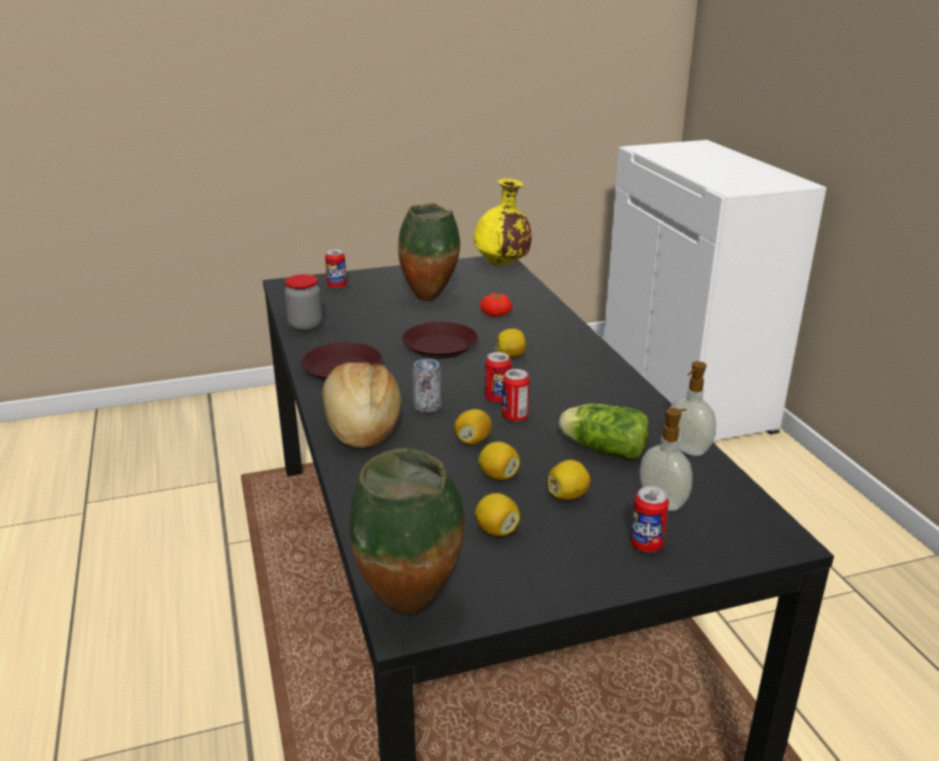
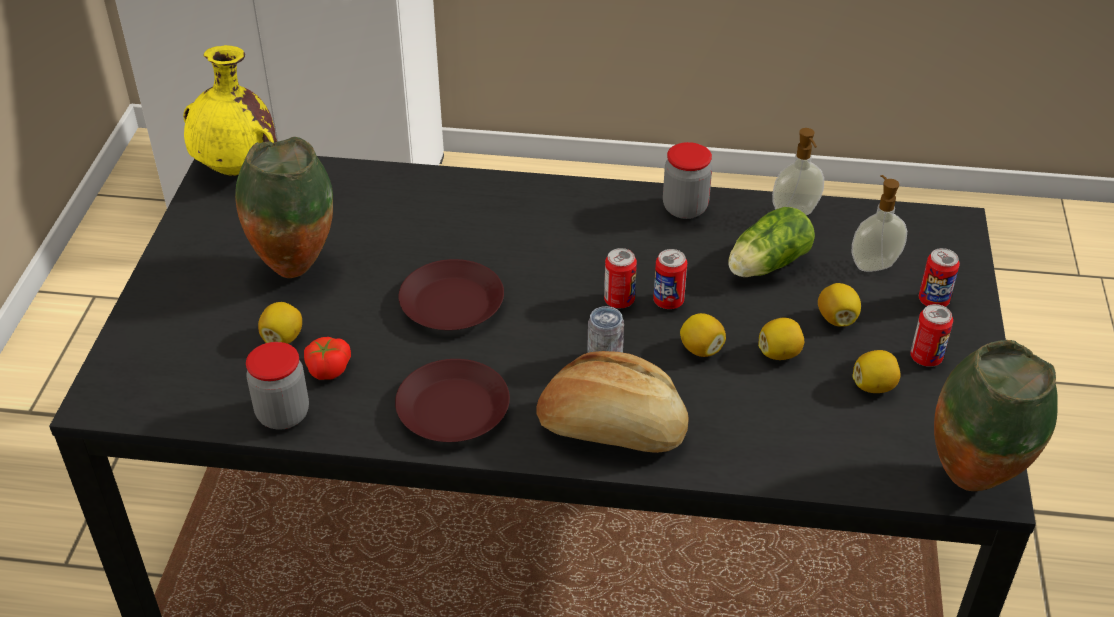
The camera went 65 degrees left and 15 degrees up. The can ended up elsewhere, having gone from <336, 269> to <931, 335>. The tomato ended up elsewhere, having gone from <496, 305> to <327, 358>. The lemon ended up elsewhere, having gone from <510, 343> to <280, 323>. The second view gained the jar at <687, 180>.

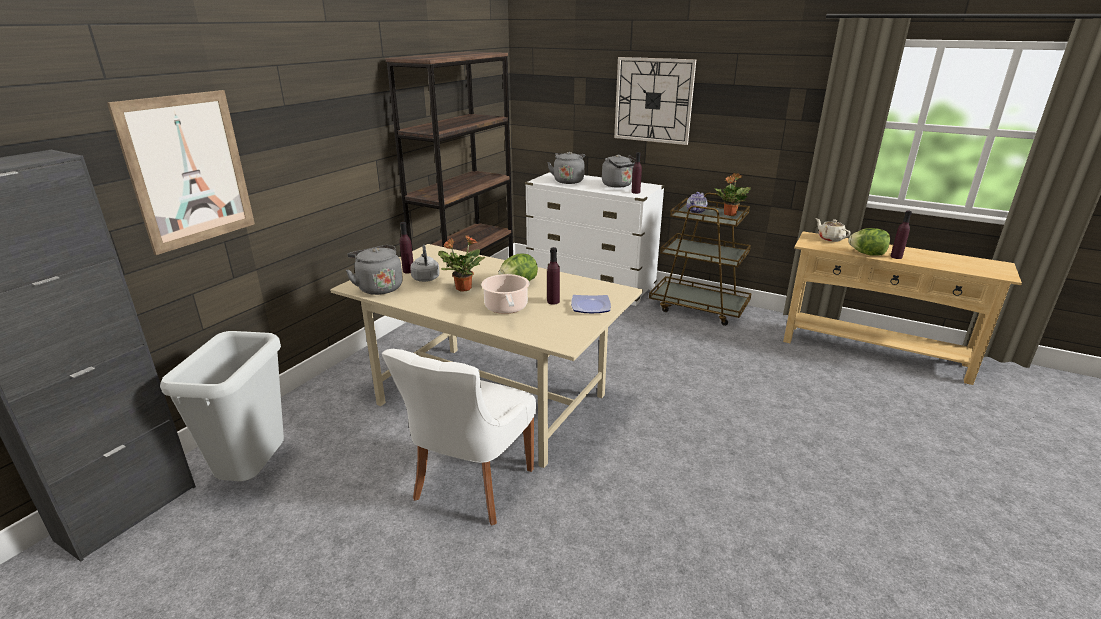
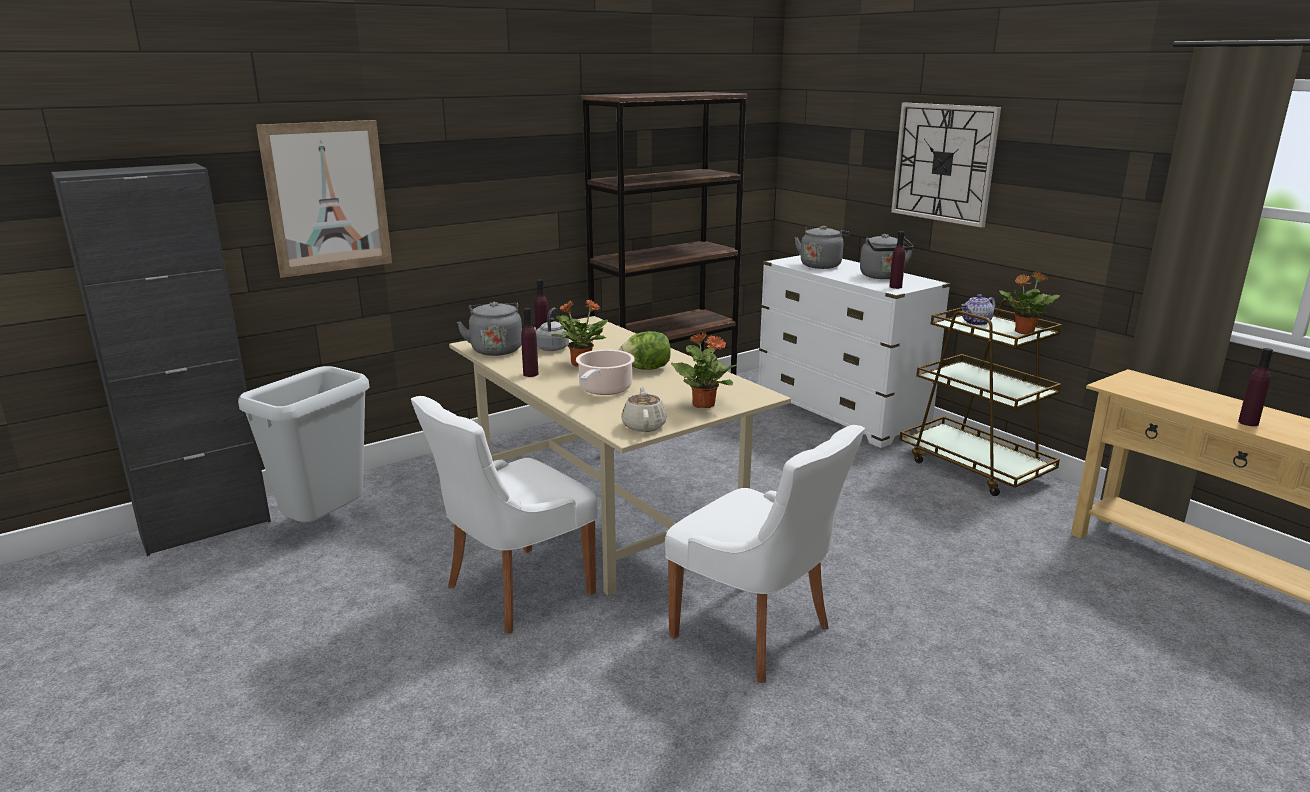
The camera went 25 degrees right and 5 degrees down. The bottle/purple ended up elsewhere, having gone from <553, 275> to <529, 342>. Where the plate stood at <591, 304>, the potted plant came to stand at <704, 370>. The teapot/beige ended up elsewhere, having gone from <833, 230> to <644, 409>. The second view lost the lettuce at <869, 242>. The second view gained the chair/white at <765, 554>.

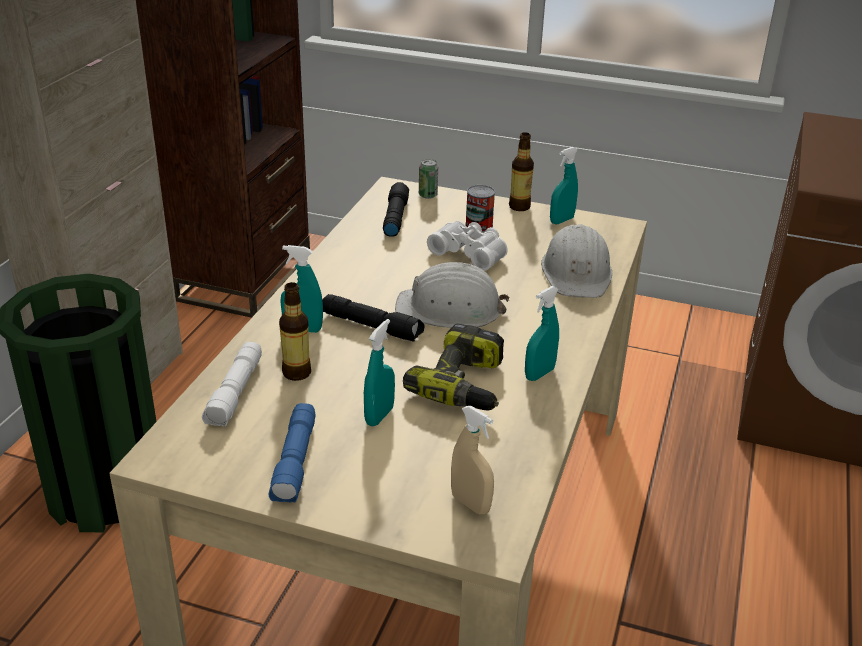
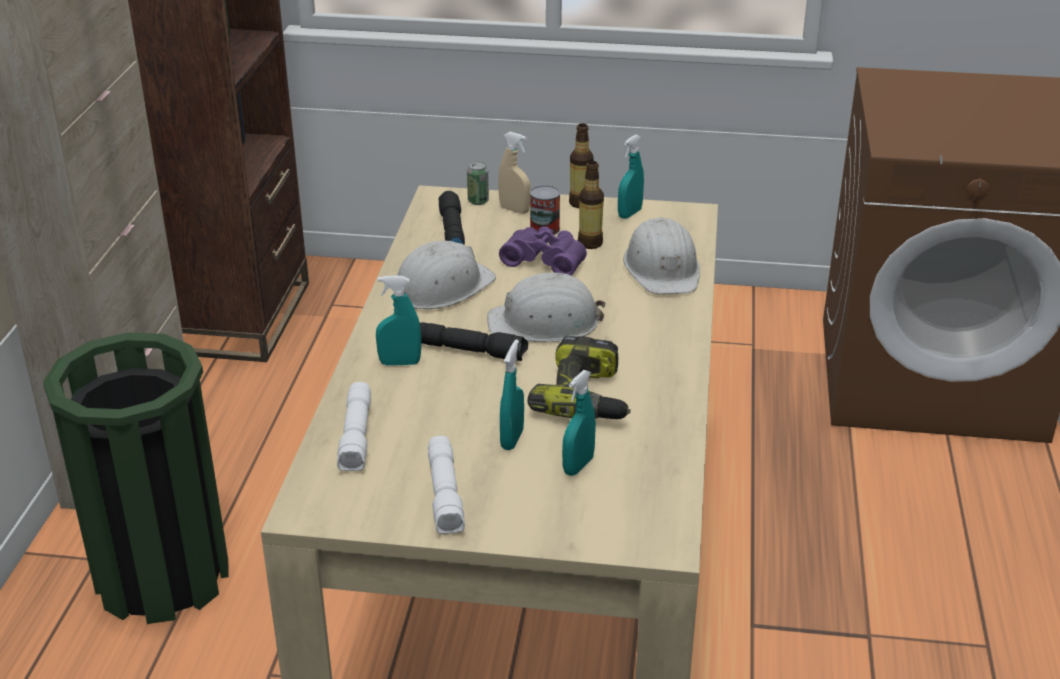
The camera went 10 degrees left and 0 degrees up. What was the flashlight/blue at <292, 452> turned into the flashlight/white at <446, 485>. The bottle ended up elsewhere, having gone from <295, 331> to <591, 205>. What was the binoculars/white at <467, 246> turned into the binoculars/purple at <543, 251>. The spray bottle/beige ended up elsewhere, having gone from <472, 460> to <514, 173>. The spray bottle/turquoise ended up elsewhere, having gone from <542, 333> to <579, 423>. The second view gained the hard hat/white at <444, 275>.

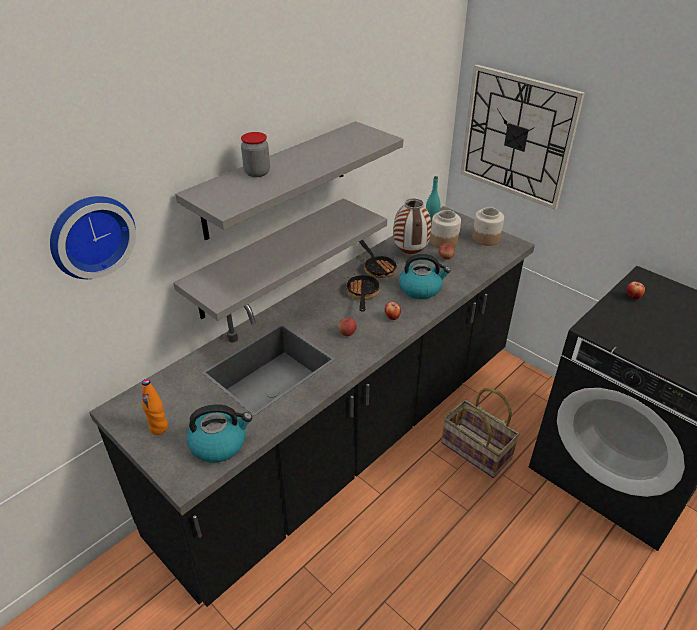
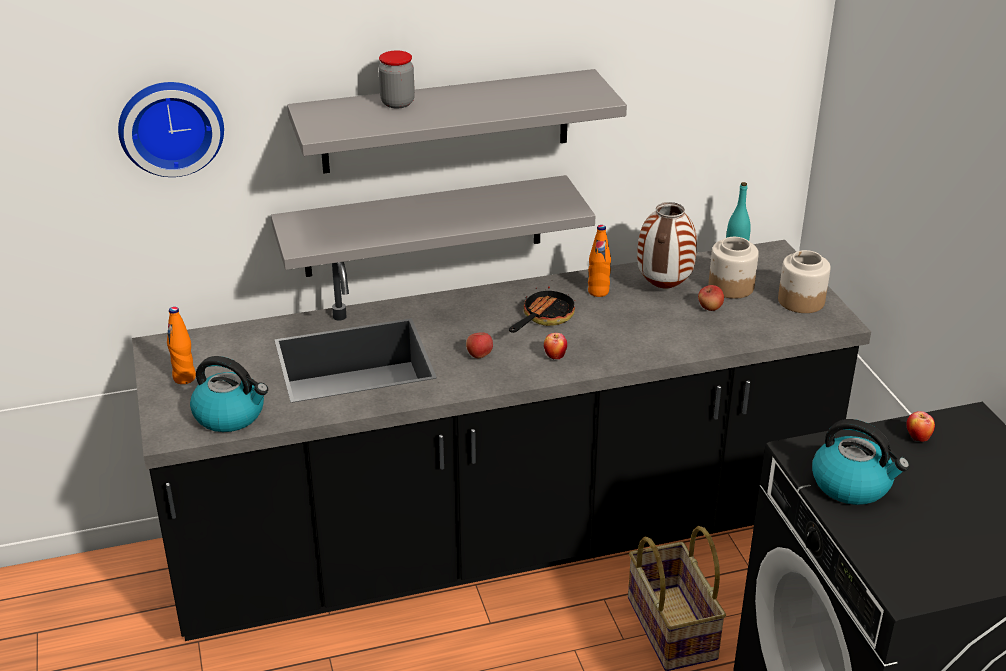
The camera went 30 degrees right and 5 degrees down. Where the frying pan stood at <378, 259>, the bottle/orange came to stand at <599, 261>. The kettle ended up elsewhere, having gone from <425, 276> to <861, 462>. The second view lost the wall clock at <522, 137>.

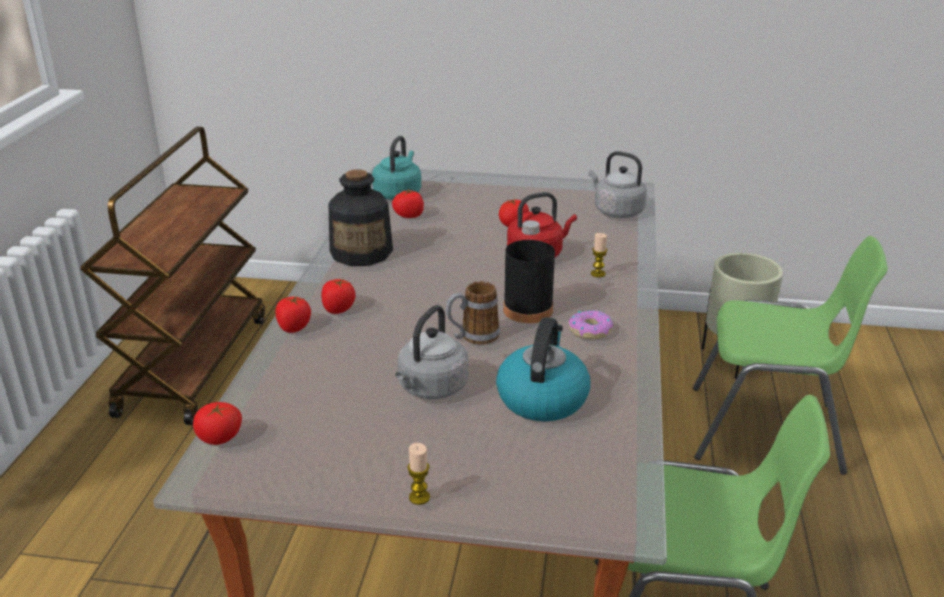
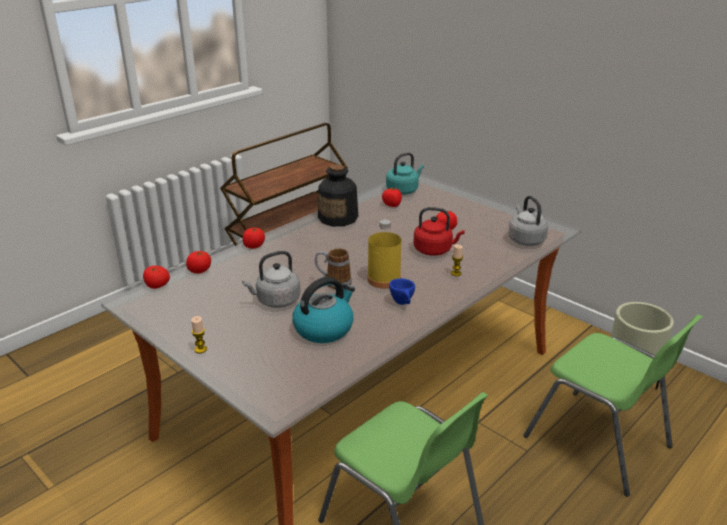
The camera went 35 degrees right and 0 degrees up. The tomato ended up elsewhere, having gone from <338, 296> to <198, 262>. What was the bottle/black at <529, 271> turned into the bottle/yellow at <384, 254>. Where the donut stood at <590, 325>, the cup/blue came to stand at <402, 291>.

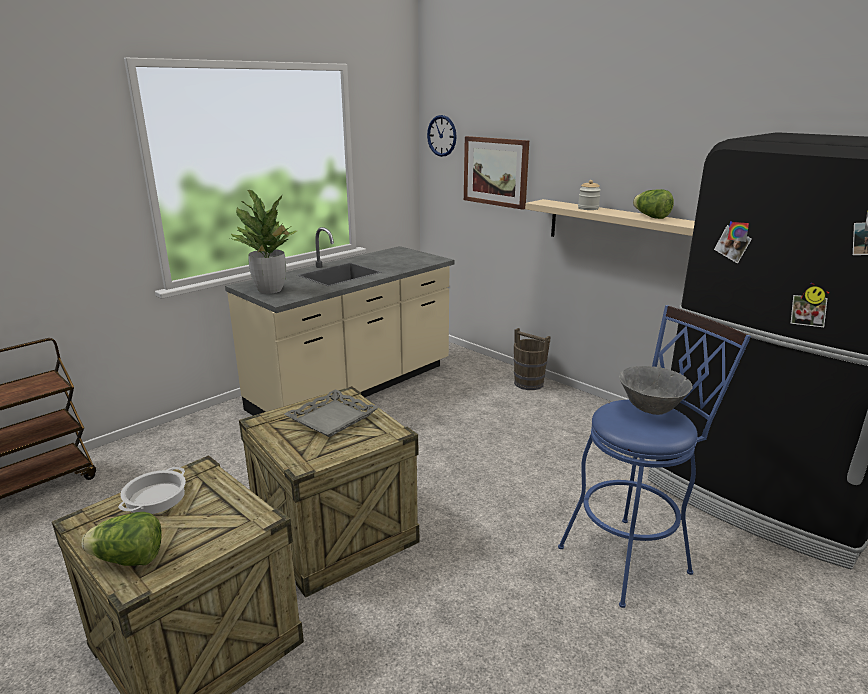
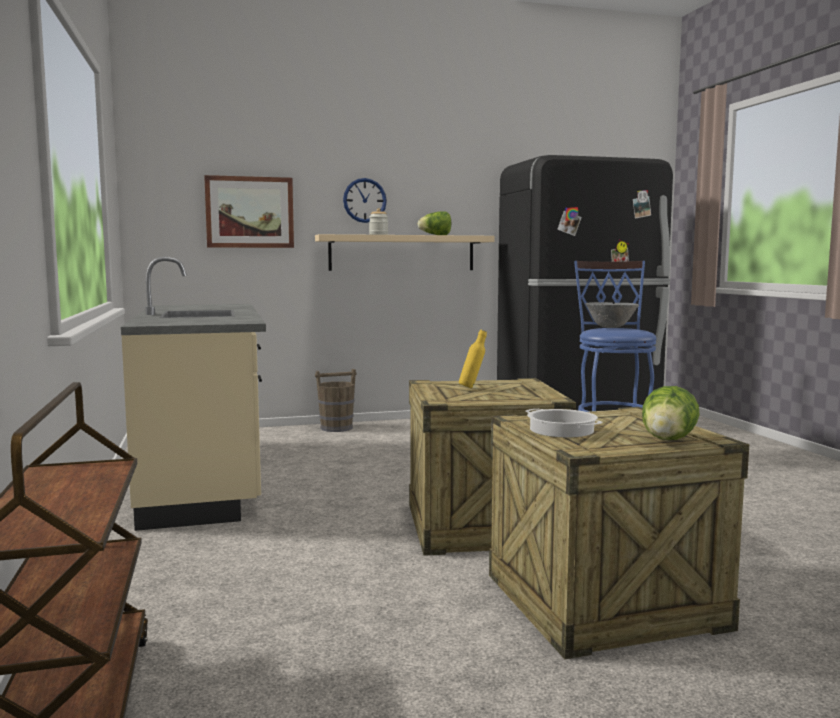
The camera went 60 degrees left and 15 degrees down. The second view lost the potted plant at <263, 242>. Where the tray/grey stood at <331, 413>, the bottle/yellow came to stand at <473, 359>. The wall clock ended up elsewhere, having gone from <442, 136> to <365, 200>.

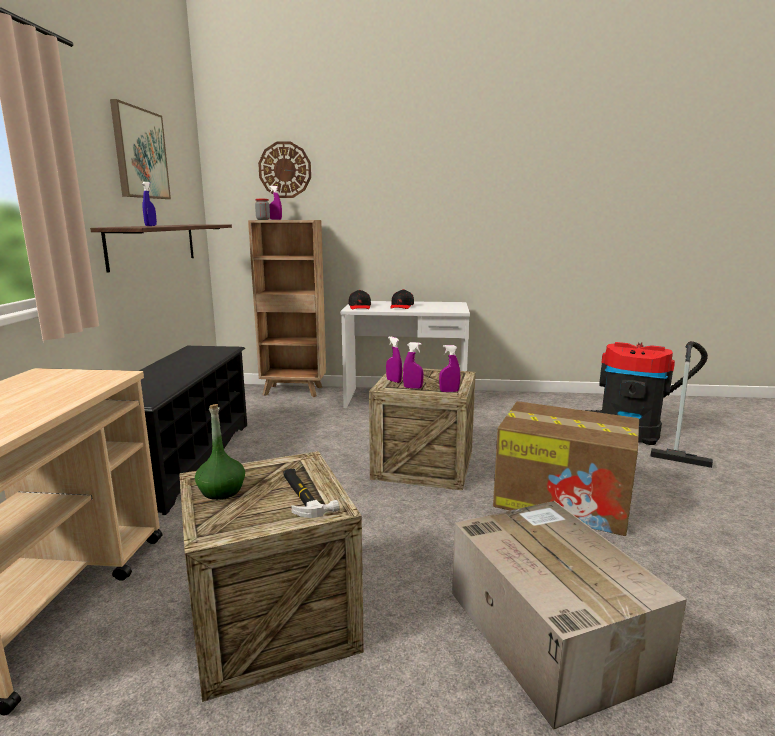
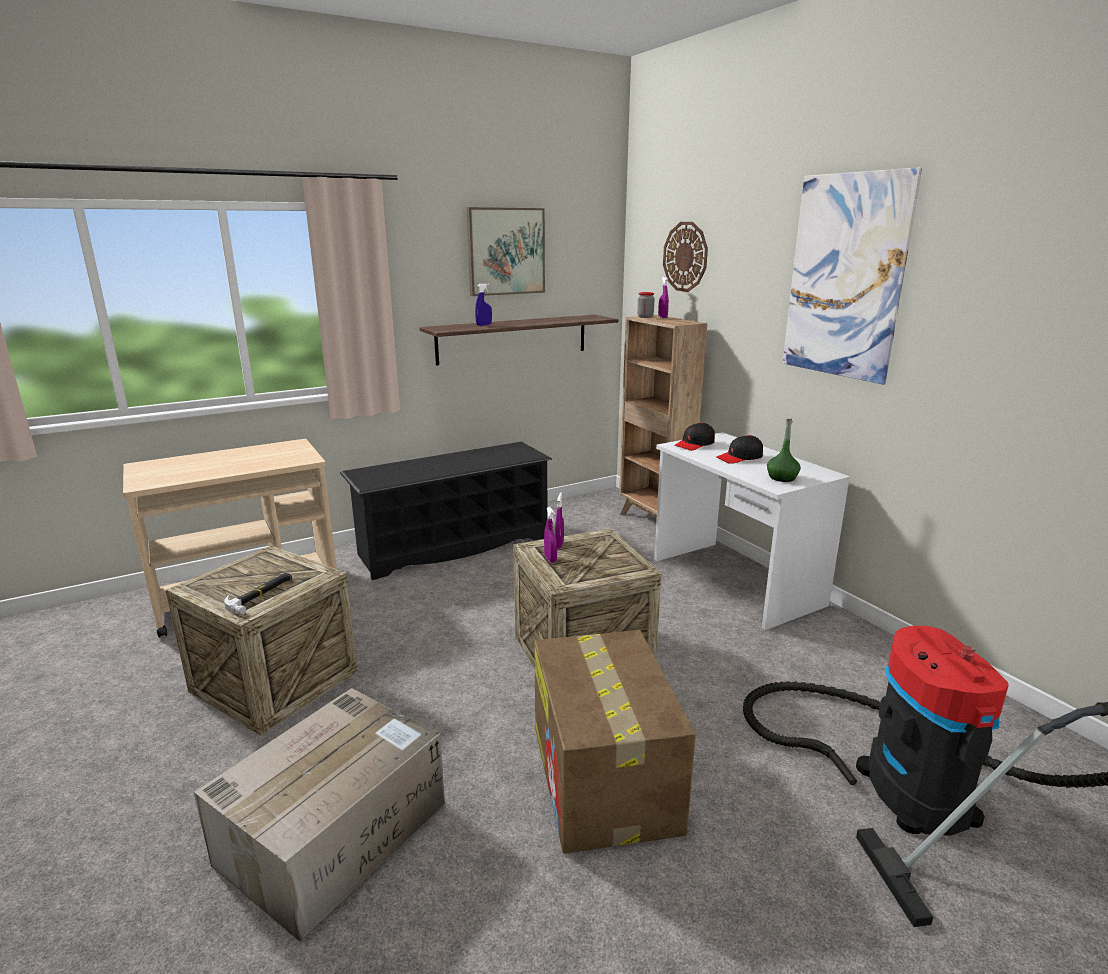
The camera went 55 degrees right and 5 degrees up. The bottle/green ended up elsewhere, having gone from <220, 452> to <784, 450>. The second view lost the spray bottle/purple at <449, 368>. The second view gained the picture at <852, 276>.

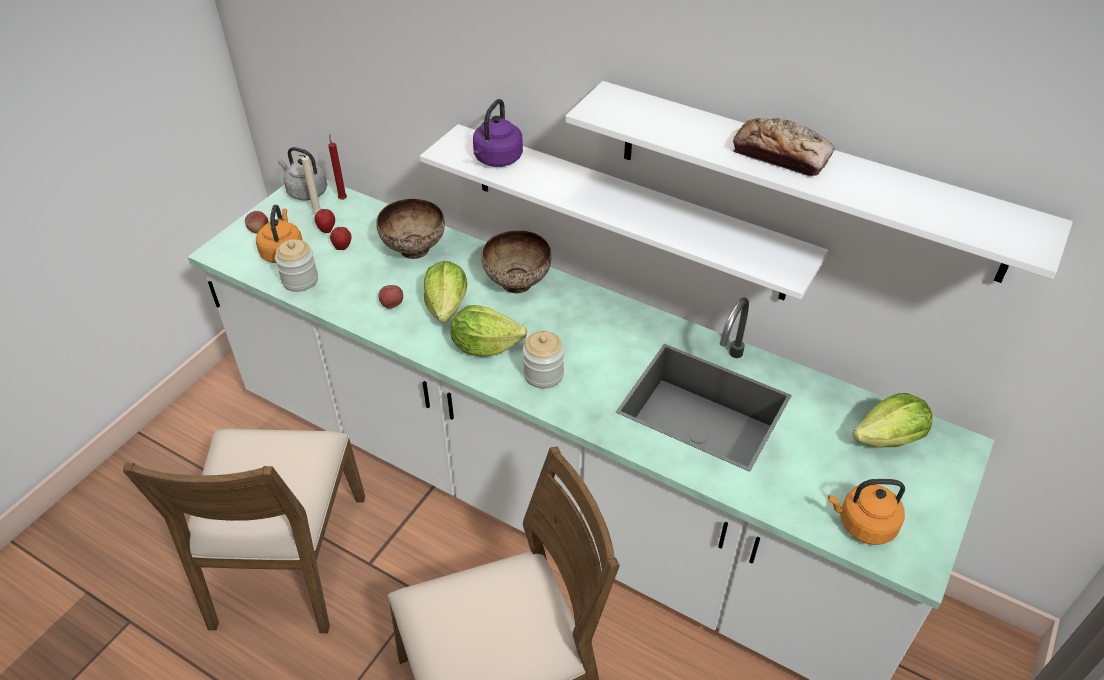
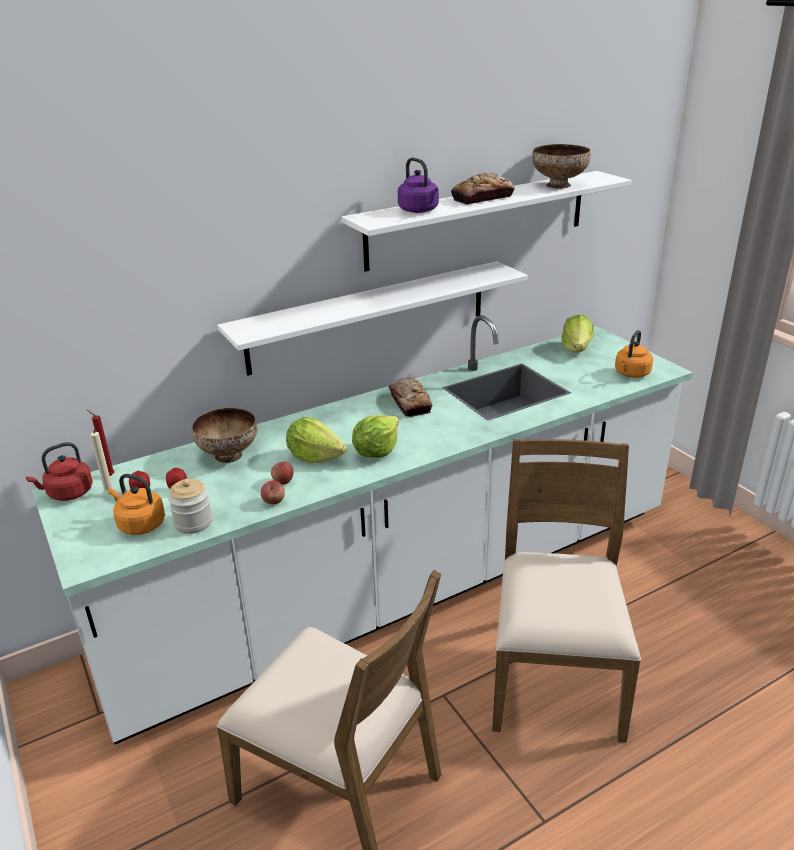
The camera went 60 degrees left and 15 degrees down. The apple ended up elsewhere, having gone from <257, 222> to <273, 492>. What was the kettle/grey at <302, 173> turned into the kettle/red at <59, 471>. The kettle/purple ended up elsewhere, having gone from <498, 133> to <418, 185>. The bowl ended up elsewhere, having gone from <516, 262> to <561, 166>. The second view lost the jar at <543, 360>. The second view gained the bread at <410, 397>.

